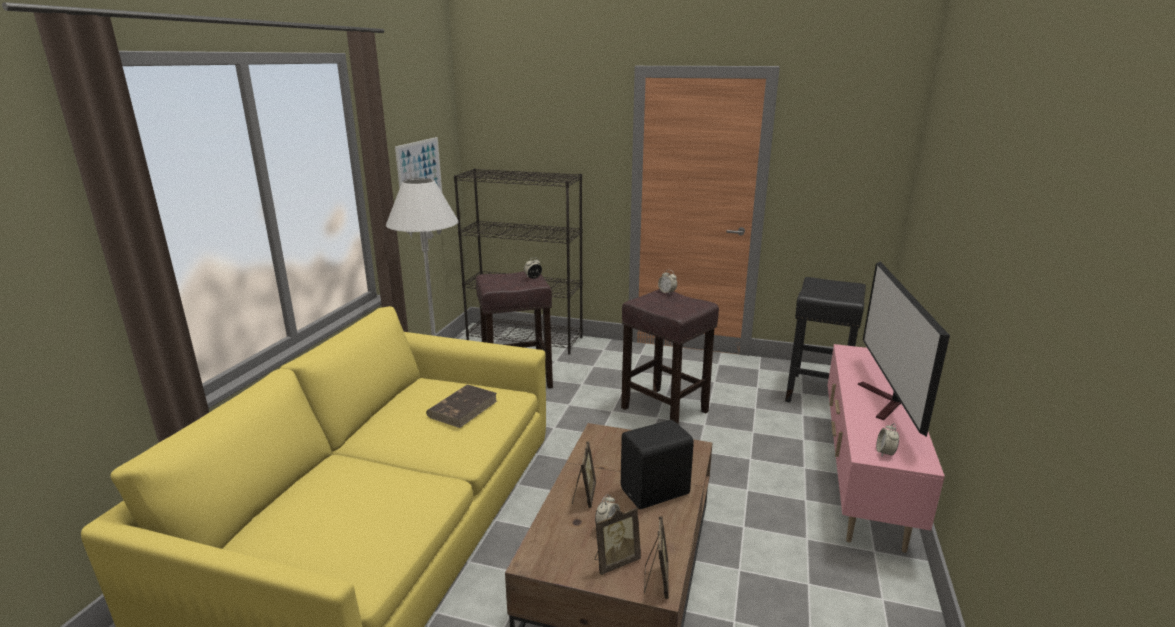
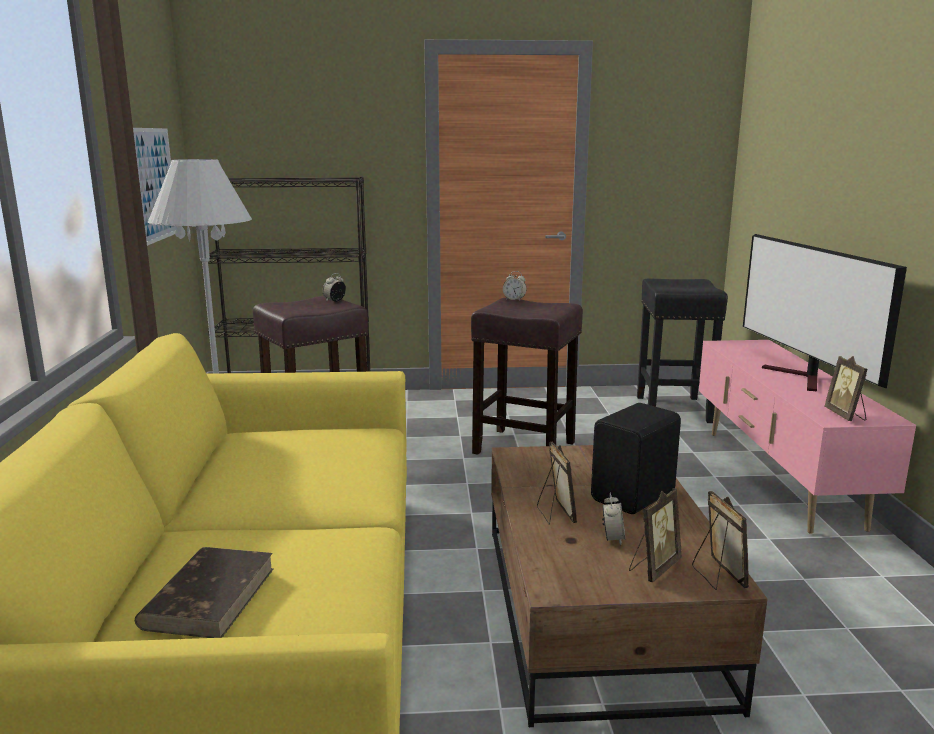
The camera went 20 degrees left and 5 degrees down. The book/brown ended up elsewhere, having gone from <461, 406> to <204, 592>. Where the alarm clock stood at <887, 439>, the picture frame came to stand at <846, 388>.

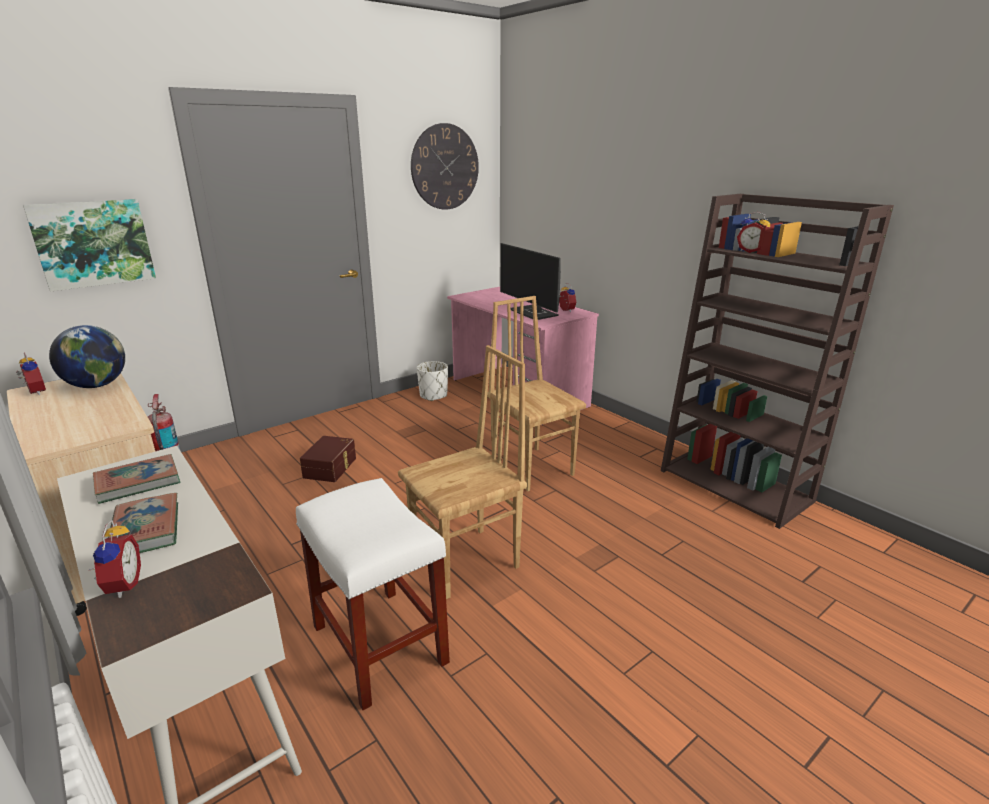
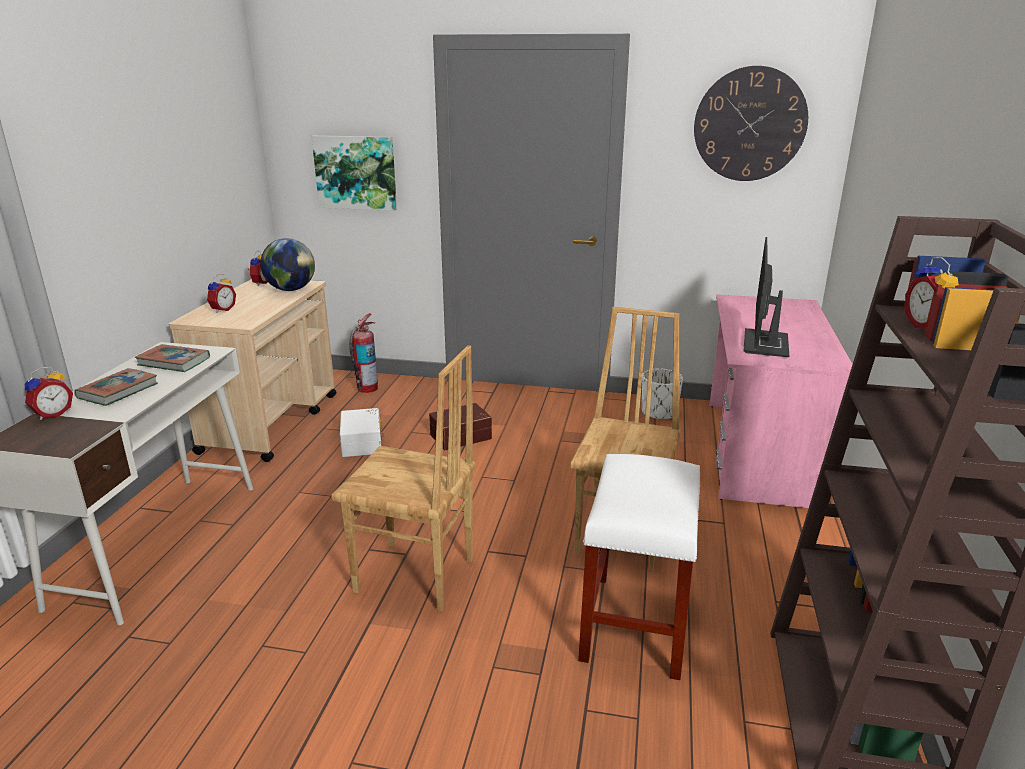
The camera went 50 degrees right and 0 degrees up. The stool/white ended up elsewhere, having gone from <373, 594> to <639, 567>. The alarm clock ended up elsewhere, having gone from <567, 297> to <221, 293>. The second view gained the storage box/white at <362, 432>.

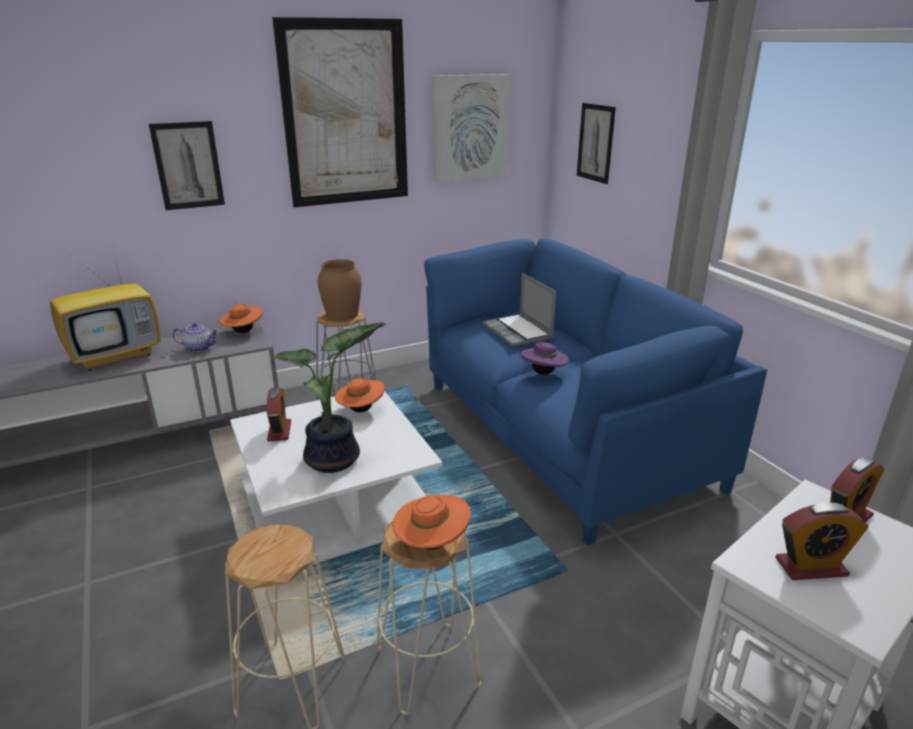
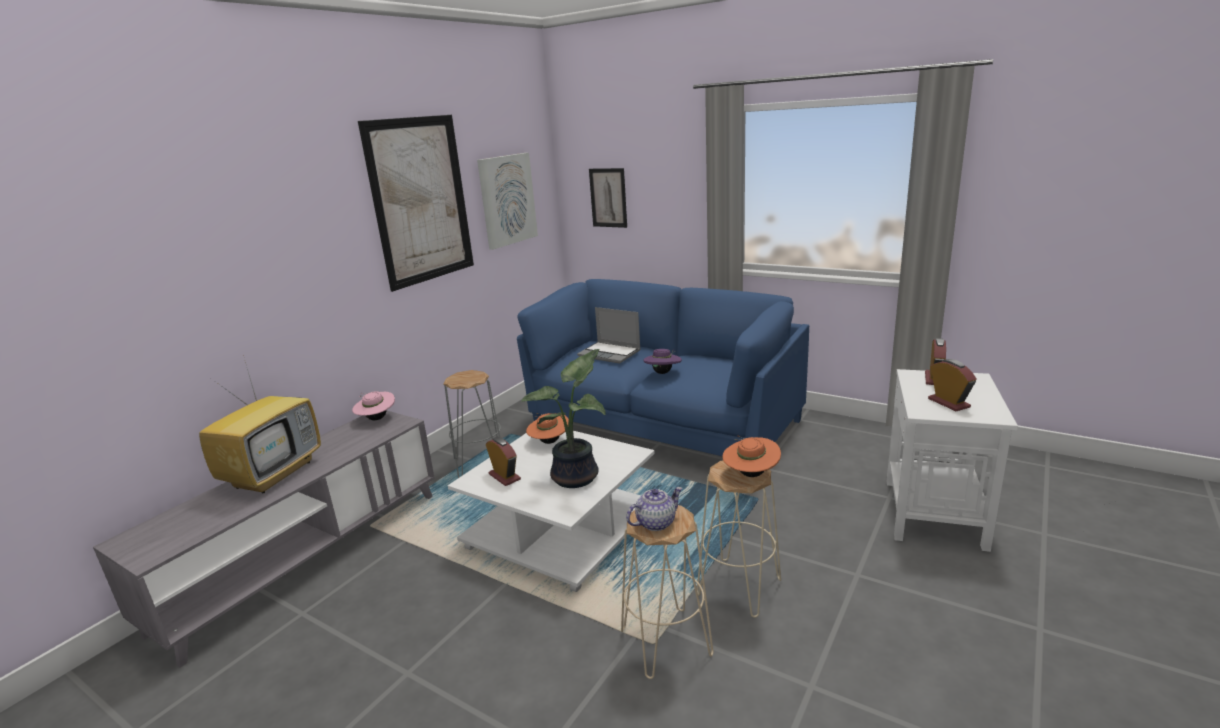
The camera went 30 degrees left and 5 degrees down. The second view lost the picture at <187, 165>. The teapot ended up elsewhere, having gone from <196, 337> to <654, 509>. What was the hat/orange at <241, 317> turned into the hat/pink at <373, 405>. The second view lost the vase/brown at <339, 290>. The alarm clock at <822, 541> ended up facing another way, 75 degrees counterclockwise from before.

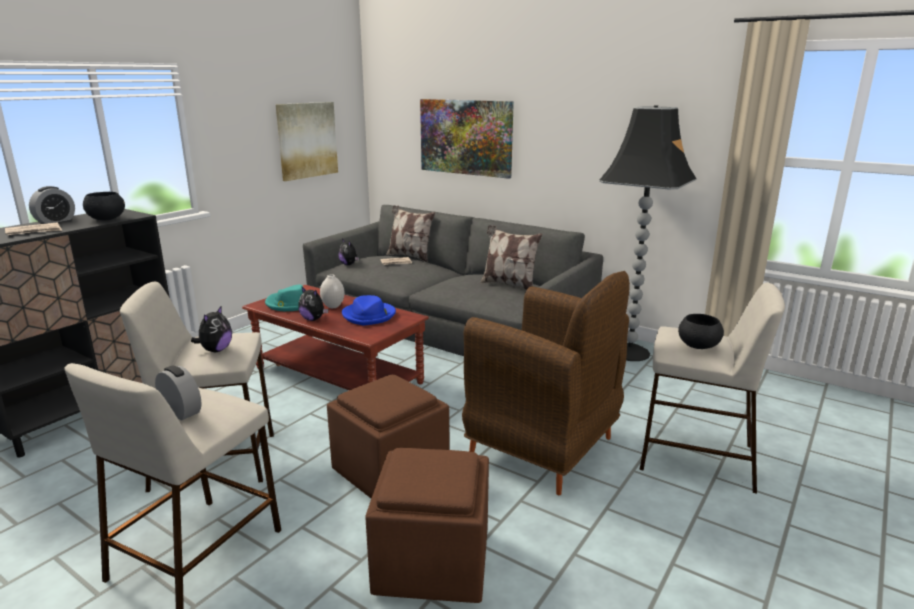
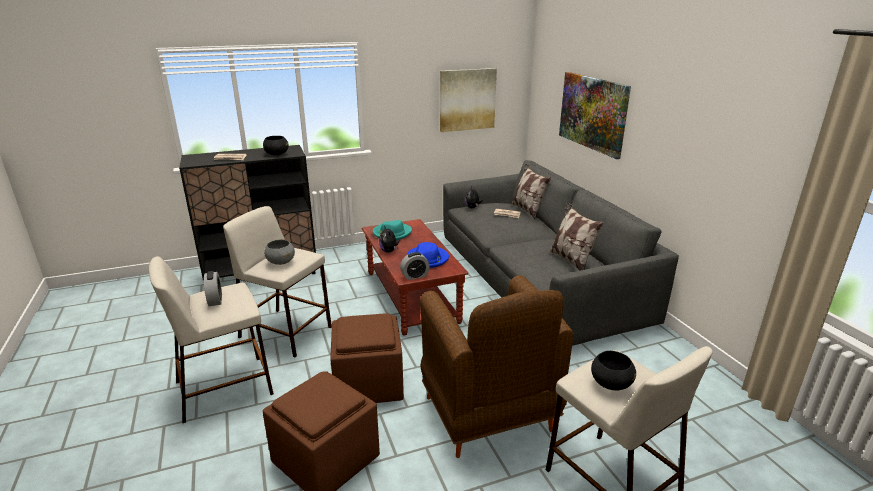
The camera went 35 degrees right and 5 degrees up. The alarm clock ended up elsewhere, having gone from <52, 205> to <415, 266>. Where the plush toy stood at <211, 329>, the bowl/grey came to stand at <279, 252>. The second view lost the vase/white at <332, 291>. The second view lost the floor lamp/black at <648, 233>.

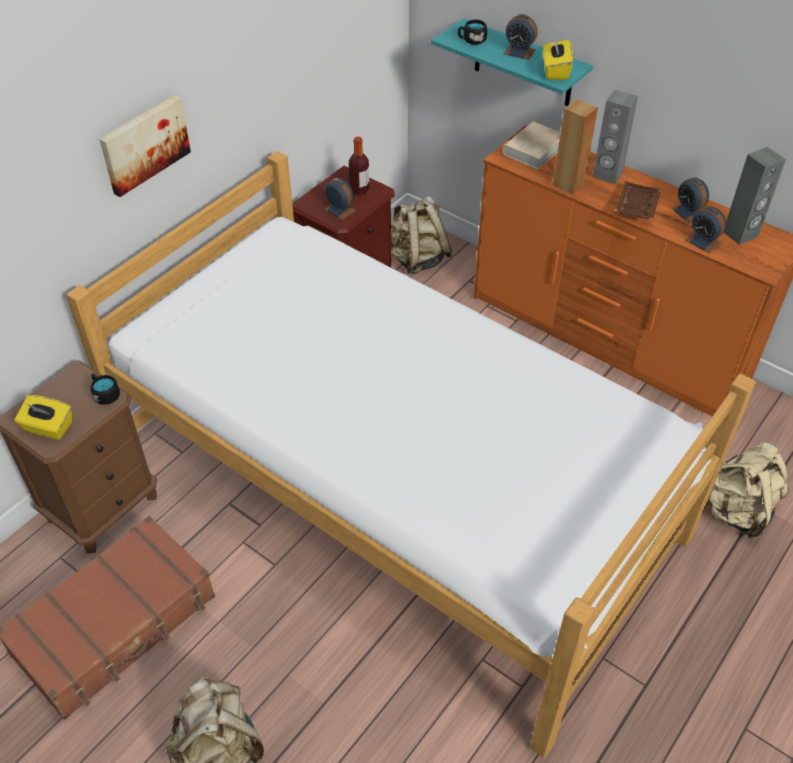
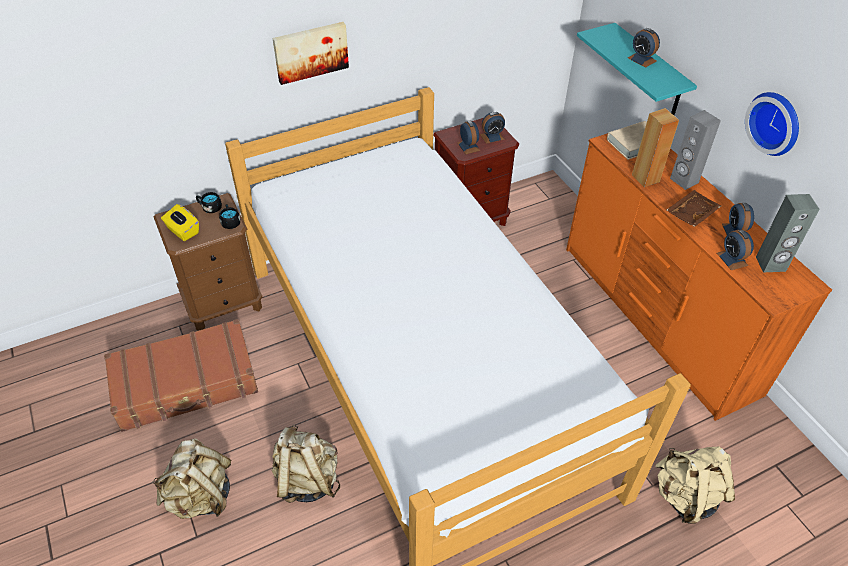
The camera went 25 degrees right and 0 degrees up. Where the bottle stood at <359, 166>, the alarm clock came to stand at <492, 128>. The backpack/beige ended up elsewhere, having gone from <421, 235> to <306, 464>. The mug/black ended up elsewhere, having gone from <472, 32> to <209, 202>. The second view lost the tissue box/yellow at <558, 57>. The second view gained the wall clock at <772, 124>.

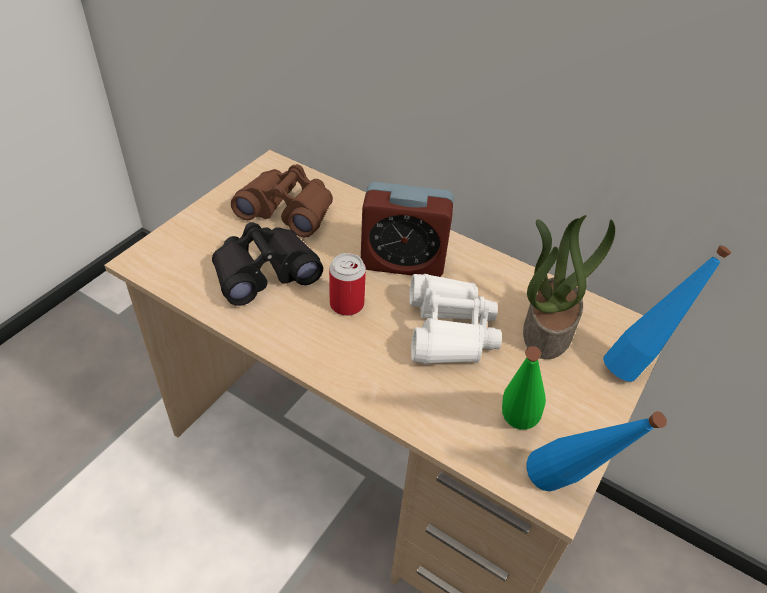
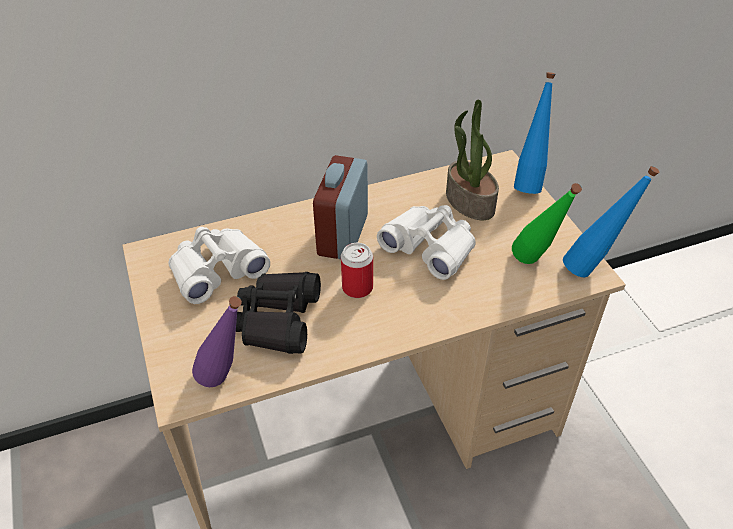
The camera went 50 degrees left and 0 degrees up. What was the binoculars/brown at <282, 200> turned into the binoculars/white at <219, 265>. The alarm clock at <407, 229> ended up facing another way, 150 degrees clockwise from before. The second view gained the bottle/purple at <217, 341>.

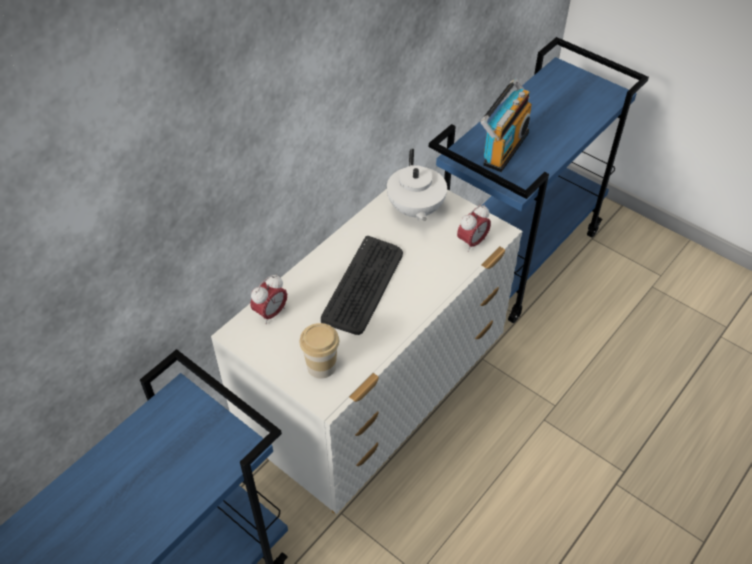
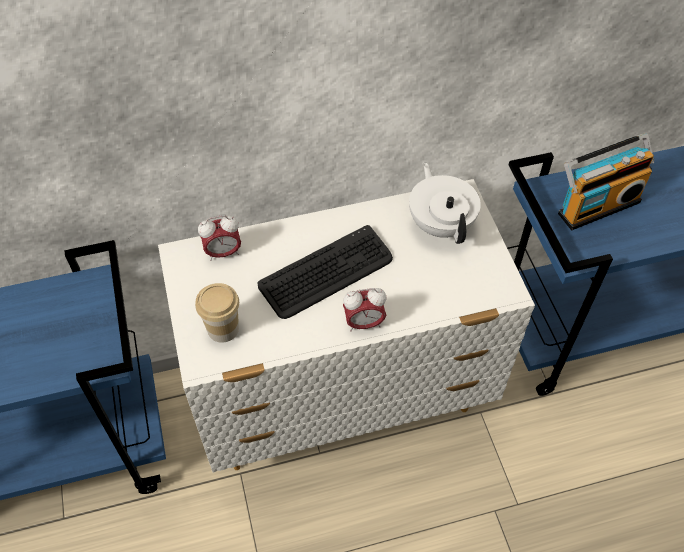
The camera went 35 degrees right and 5 degrees up. The teapot/white at <417, 185> ended up facing another way, 135 degrees clockwise from before. The alarm clock ended up elsewhere, having gone from <474, 228> to <364, 309>.

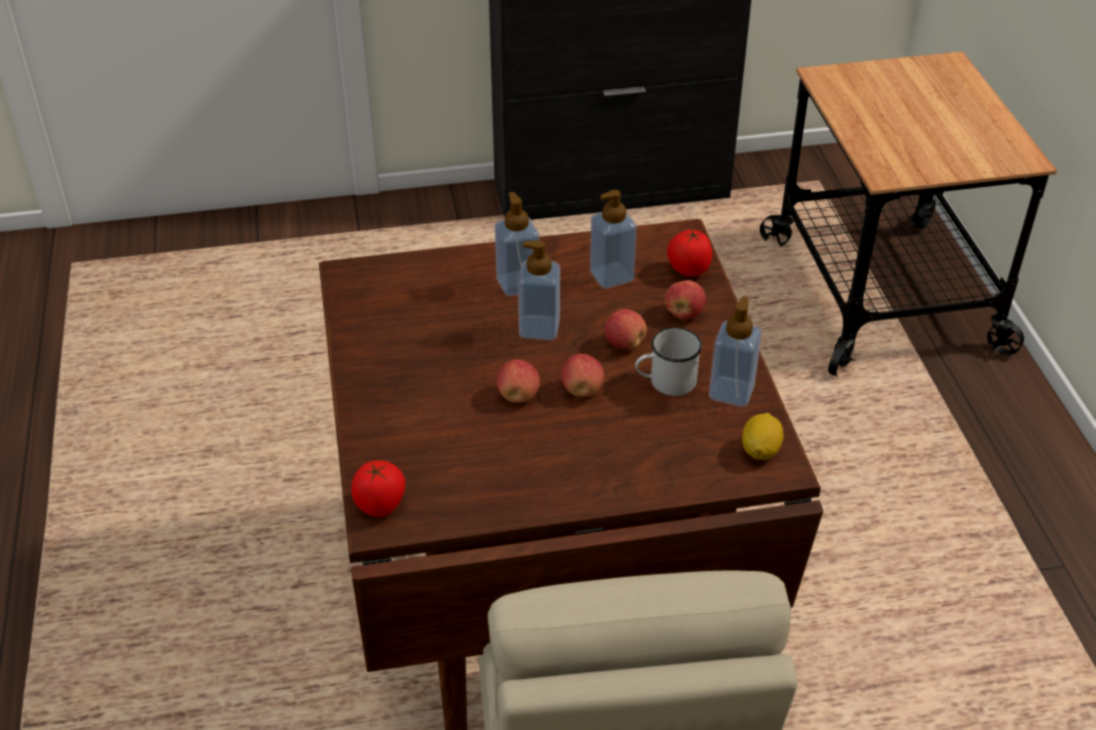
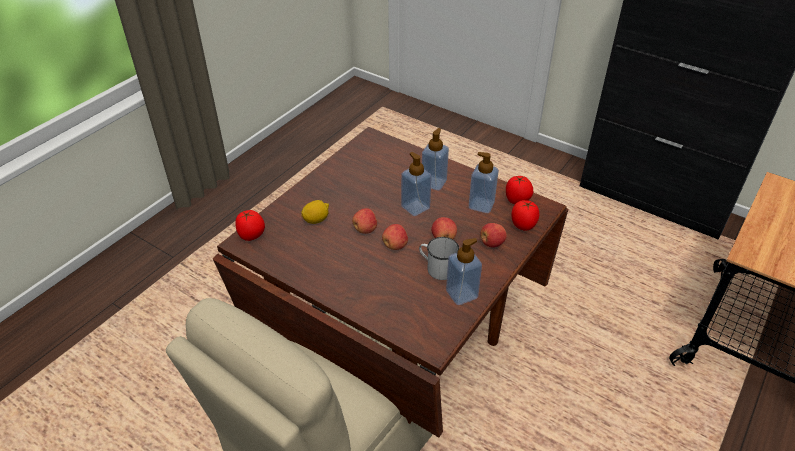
The camera went 45 degrees right and 0 degrees up. The lemon ended up elsewhere, having gone from <762, 436> to <315, 212>. The second view gained the tomato at <519, 190>.

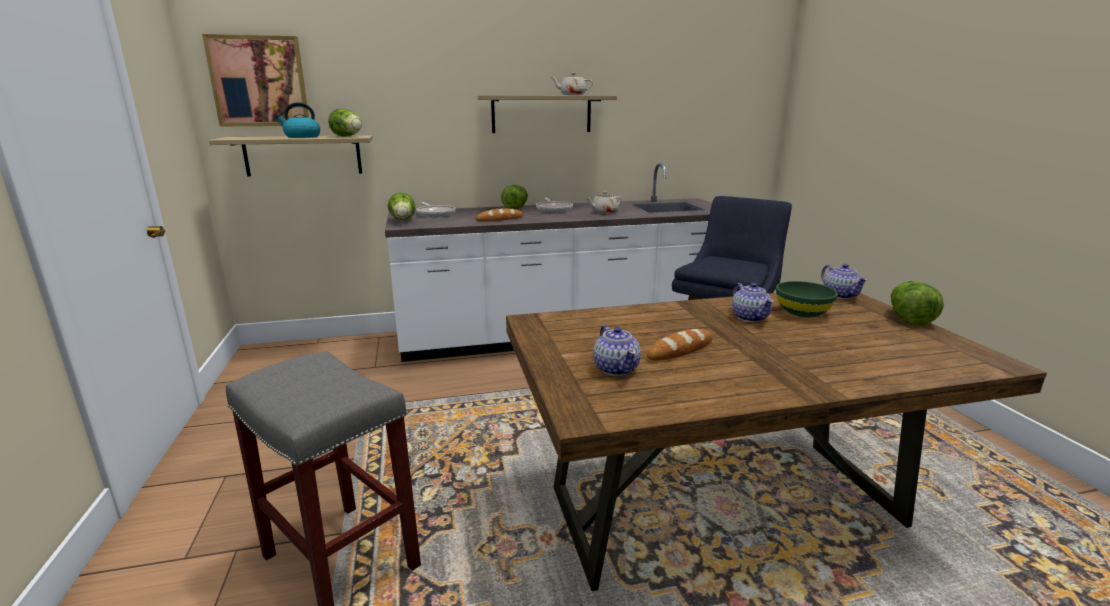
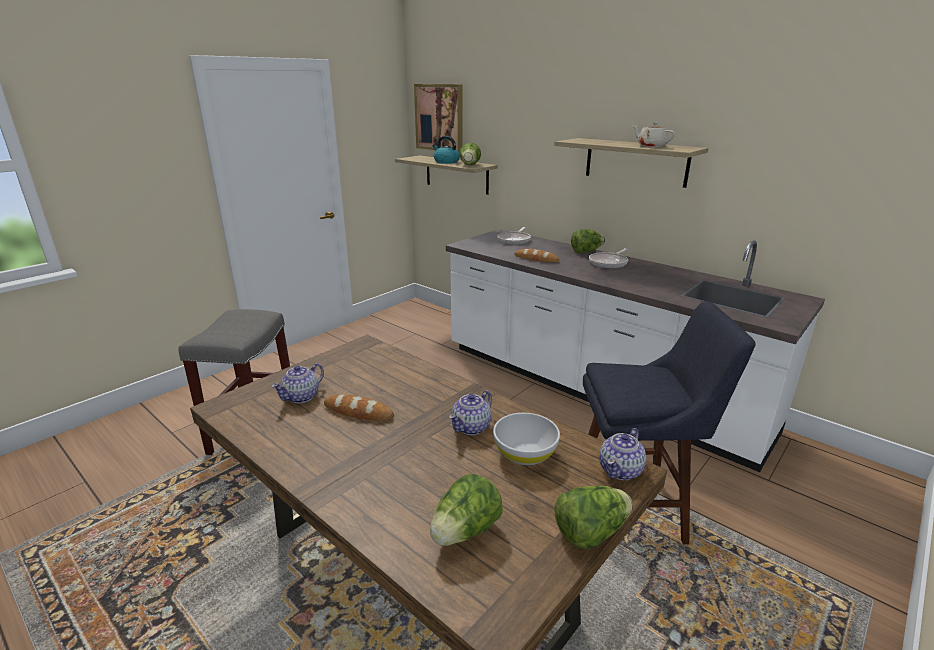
The camera went 55 degrees right and 5 degrees up. The lettuce ended up elsewhere, having gone from <401, 206> to <466, 510>. The second view lost the teapot/beige at <604, 202>. What was the bowl/green at <807, 299> turned into the bowl/white at <526, 439>.

